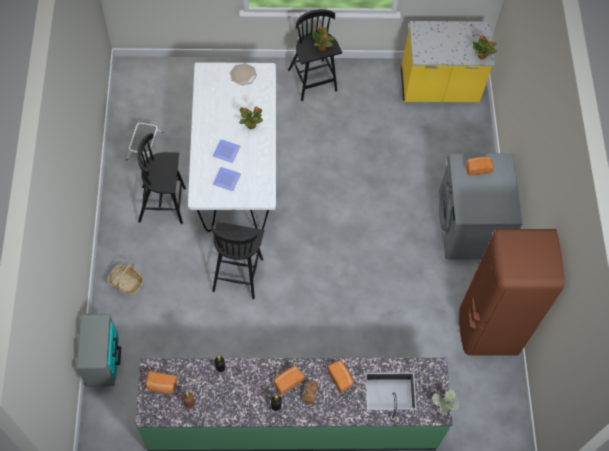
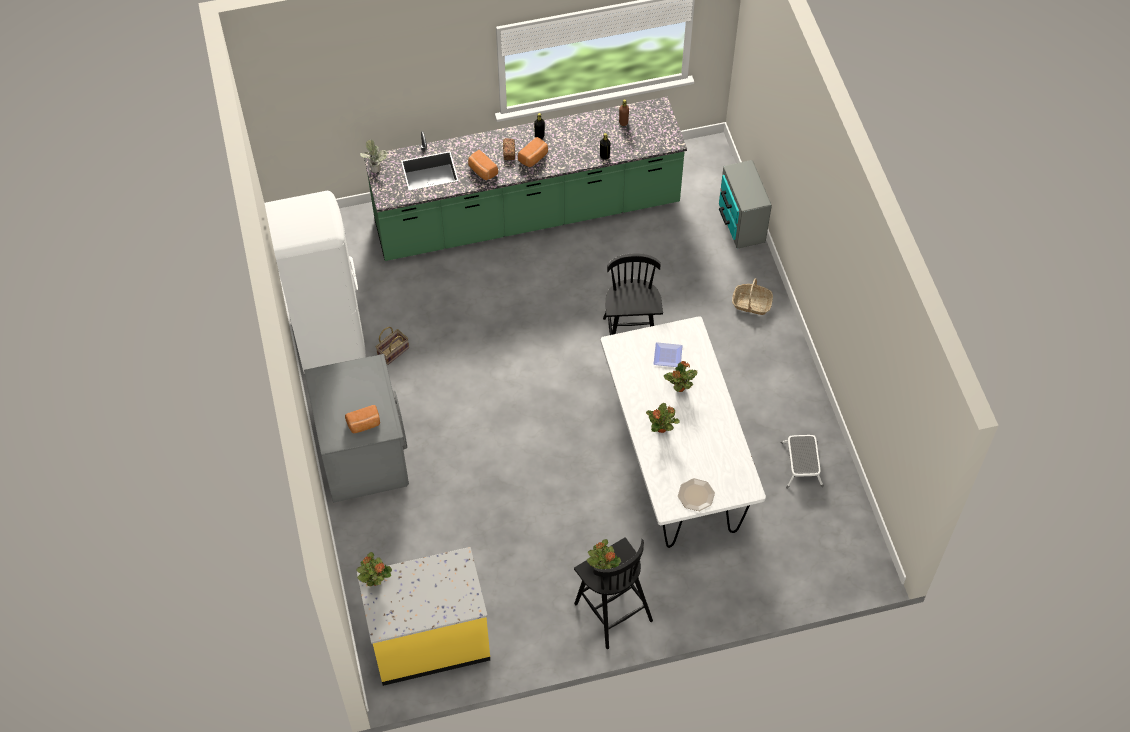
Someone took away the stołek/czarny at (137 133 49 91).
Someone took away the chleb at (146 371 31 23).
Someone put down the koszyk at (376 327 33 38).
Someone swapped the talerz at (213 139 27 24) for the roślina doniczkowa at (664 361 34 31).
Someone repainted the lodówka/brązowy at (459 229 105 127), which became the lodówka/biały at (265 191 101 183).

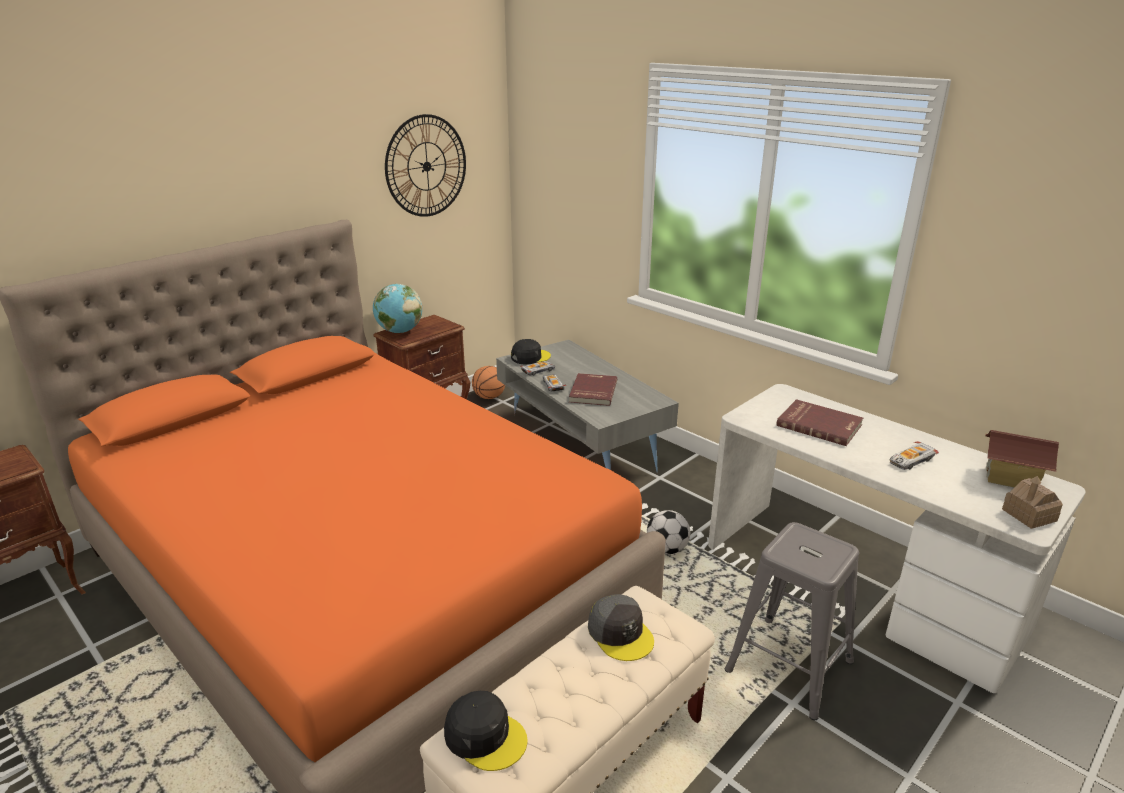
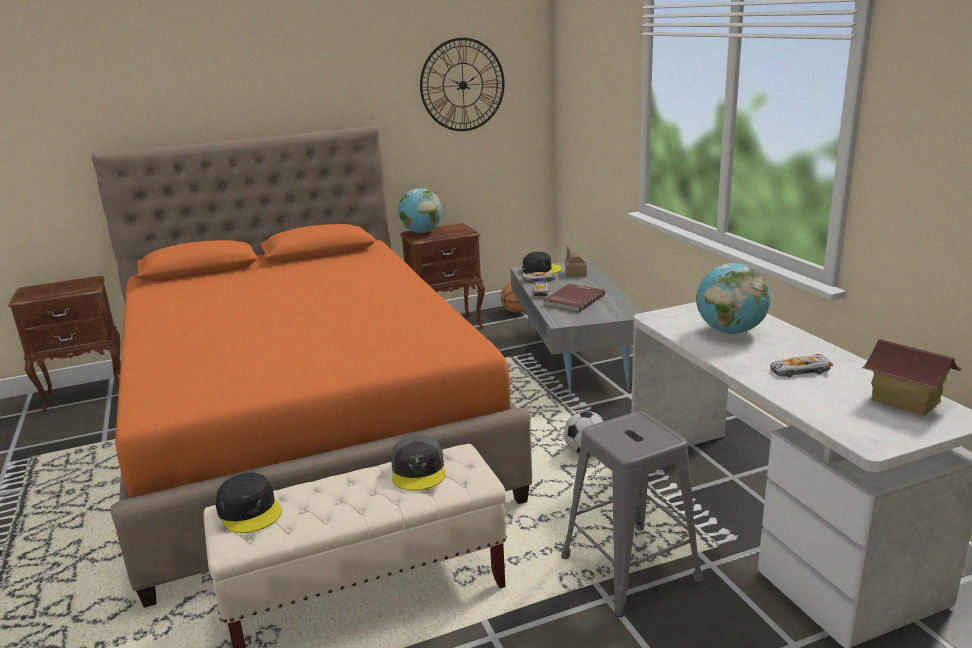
Someone carried the domek from (1002 476 61 53) to (565 246 22 31).
Someone swapped the książka/czerwony at (777 399 86 47) for the globus at (696 263 74 71).

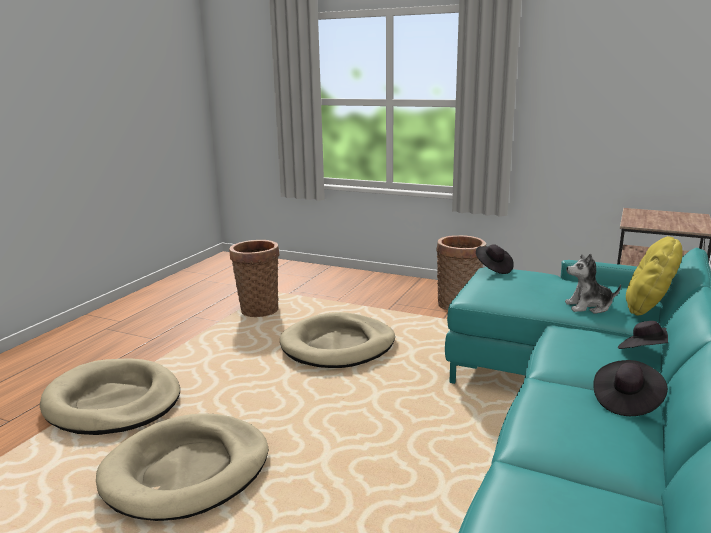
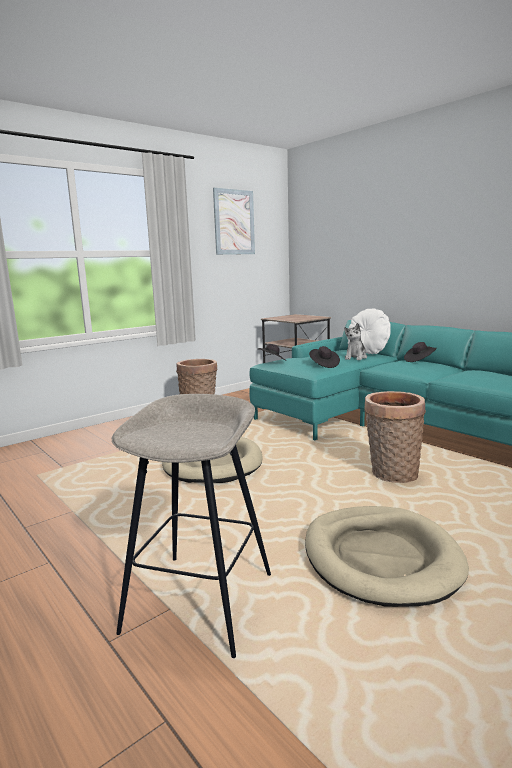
Someone put up the obraz at (213 188 42 67).
Someone carried the koszyk from (229 240 50 77) to (364 391 62 92).
Someone carried the kapelusz/czarny from (593 360 75 56) to (309 346 31 22).
Someone swapped the legowisko/beżowy at (40 358 140 77) for the stołek/szary at (112 394 159 264).
Someone repainted the poduszka/żółty at (626 236 57 80), which became the poduszka/biały at (348 308 43 46).

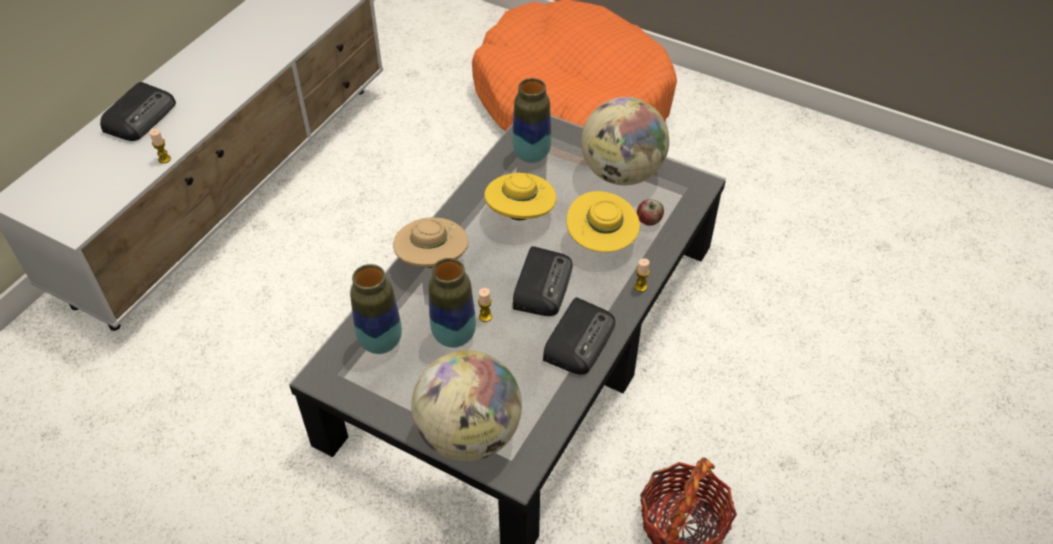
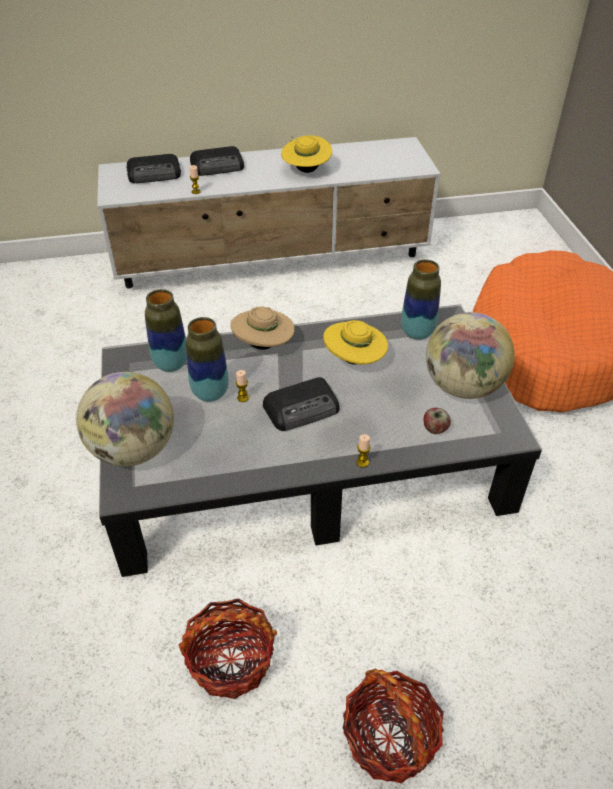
Someone put down the koszyk at (342 668 102 115).
Someone carried the radio from (543 297 72 78) to (127 154 54 29).
Someone carried the kapelusz/żółty from (566 191 74 61) to (281 135 51 38).

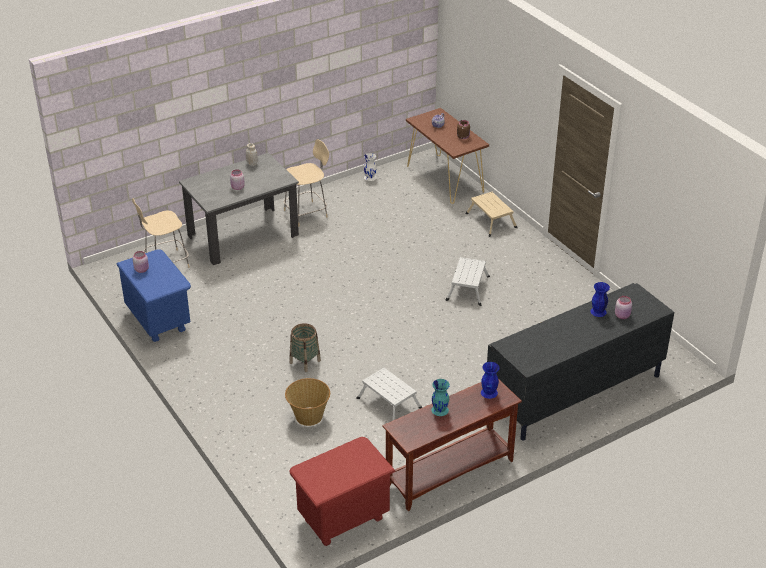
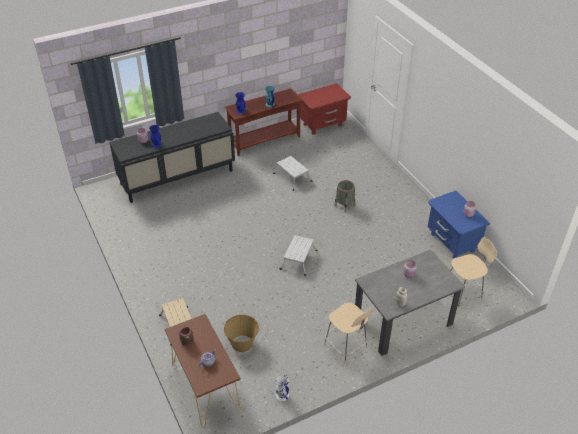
Someone carried the koszyk from (285 378 45 48) to (224 315 35 37).
Someone carried the drabinka/biały from (446 257 44 49) to (280 235 38 41).
Someone rotated the krzesło/beżowy at (284 139 45 87) by 105 degrees counterclockwise.

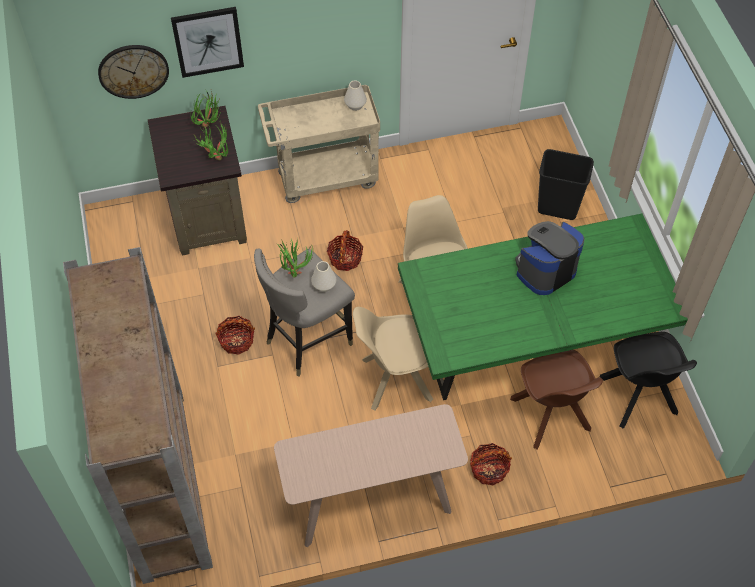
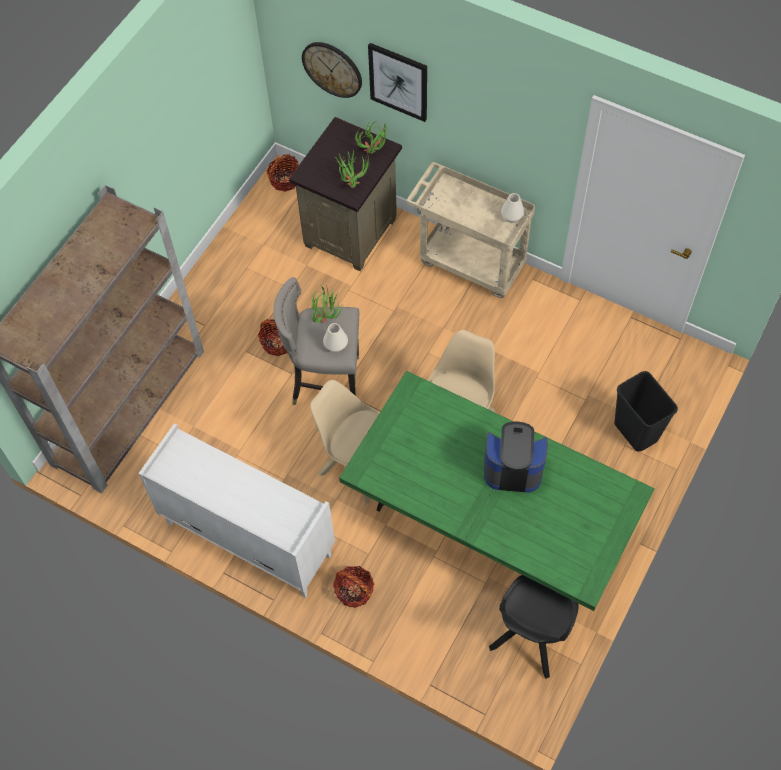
Someone took away the krzesło/brązowy at (510 350 93 99).
Someone carried the koszyk from (327 230 36 41) to (266 154 33 38).
Someone swapped the stolik konsolowy/beżowy at (274 404 194 143) for the komoda/biały at (138 423 197 175).

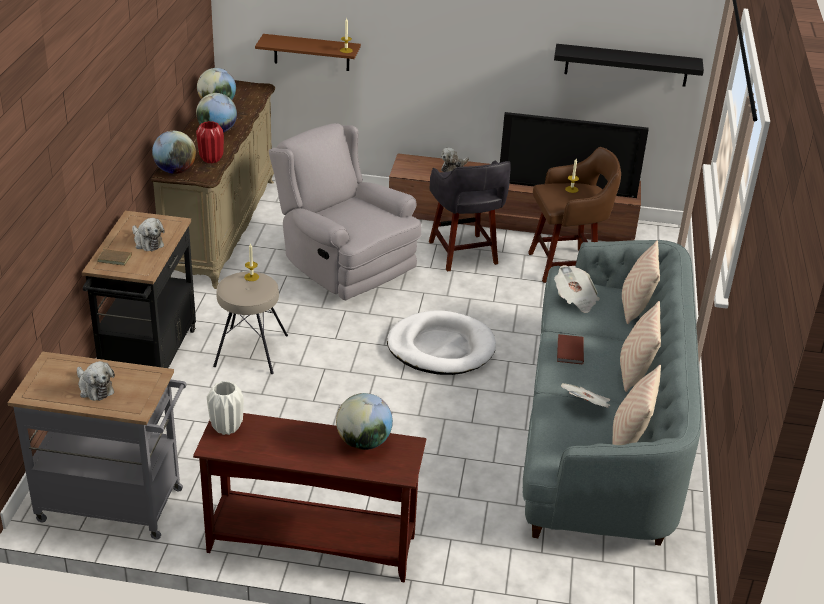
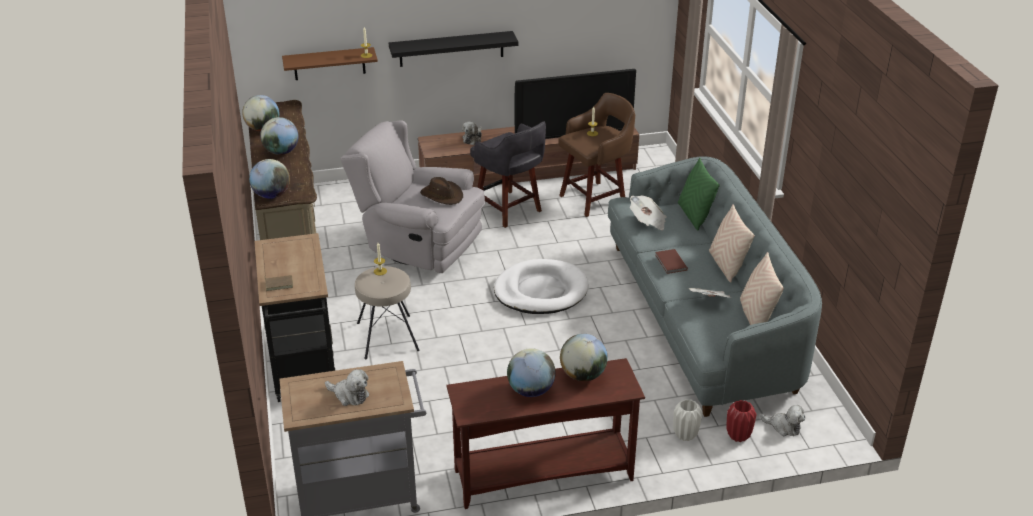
Someone put down the kapelusz/brązowy at (420 177 43 28).
Someone put down the globus at (507 348 49 49).
Someone carried the pluszak from (132 218 33 33) to (760 405 45 31).
Someone carried the wazon/czerwony from (196 121 28 42) to (726 400 31 42).
Someone carried the wazon/biały from (207 381 37 54) to (673 399 30 42).
Someone carried the półka/czarny from (554 44 150 43) to (389 31 129 36).
Someone repainted the poduszka/beżowy at (622 240 38 84), which became the poduszka/zielony at (678 158 42 72).

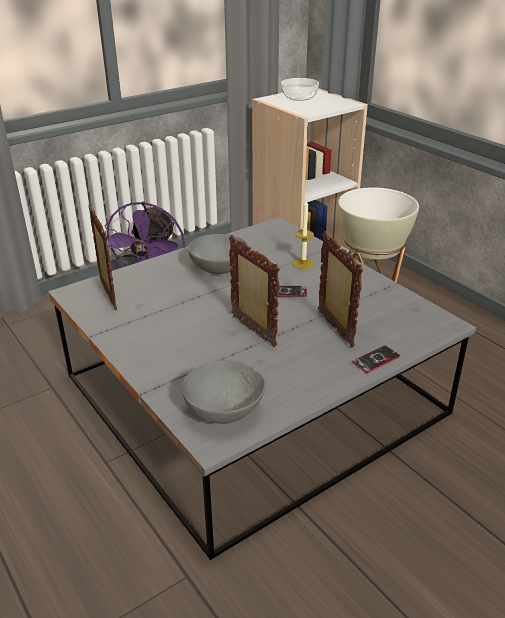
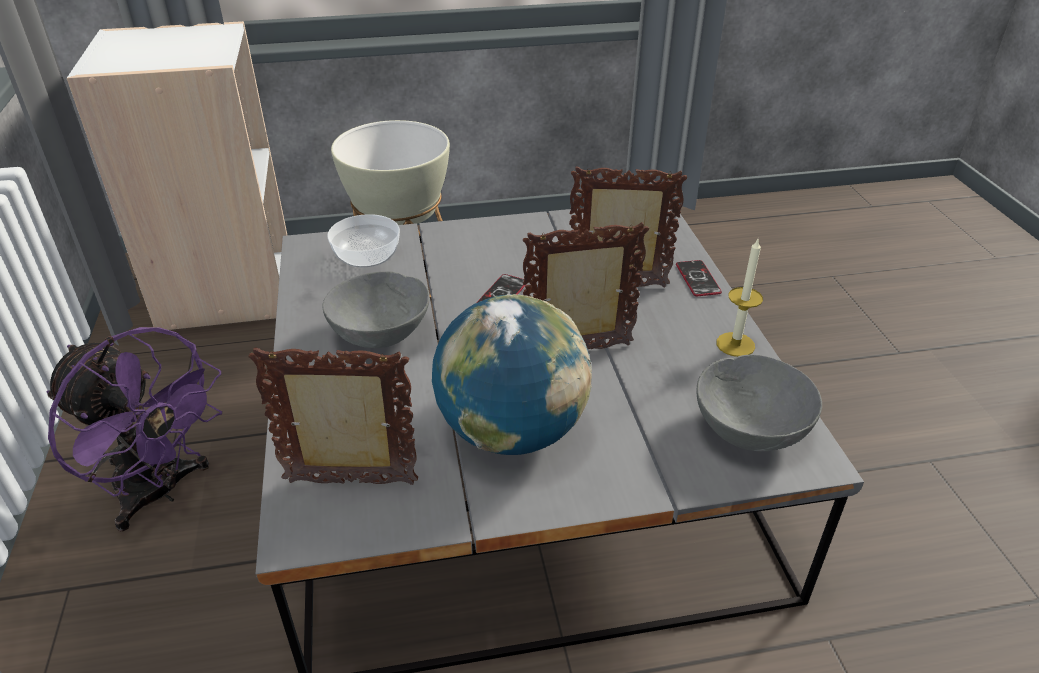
Someone put down the globus at (432 294 160 161).
Someone carried the miska from (281 78 38 23) to (328 214 72 53).
Someone carried the świeca from (293 200 21 69) to (716 239 47 118).

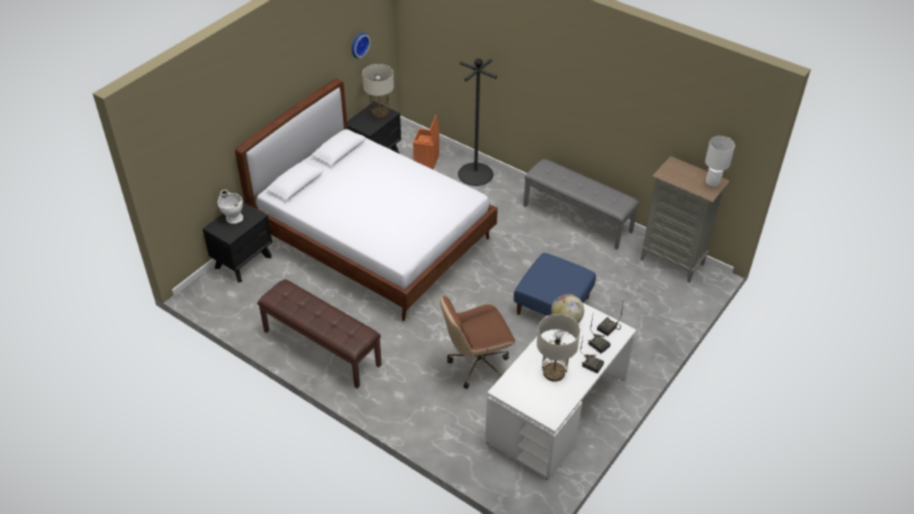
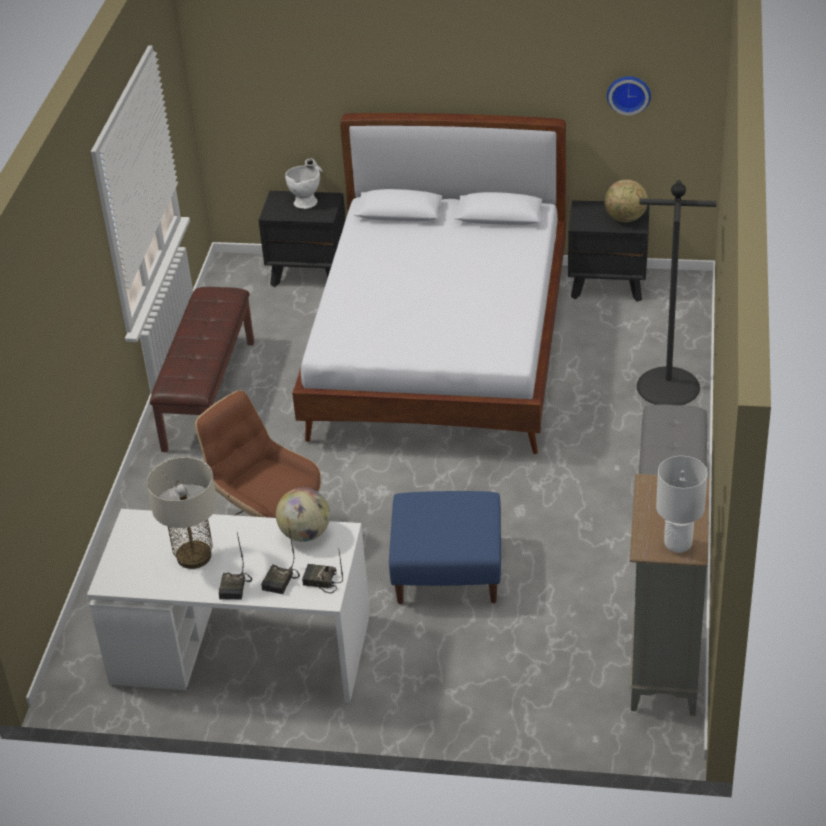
Someone took away the pojemnik do przechowywania/pomarańczowy at (413 114 26 55).
Someone swapped the lampa stołowa at (362 64 32 55) for the globus at (605 179 43 43).

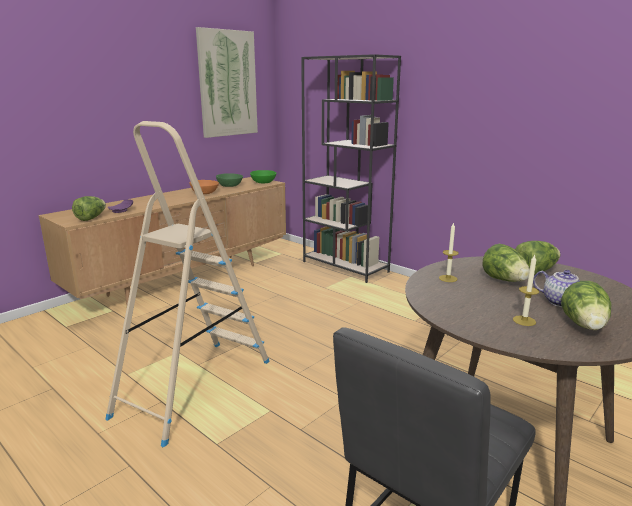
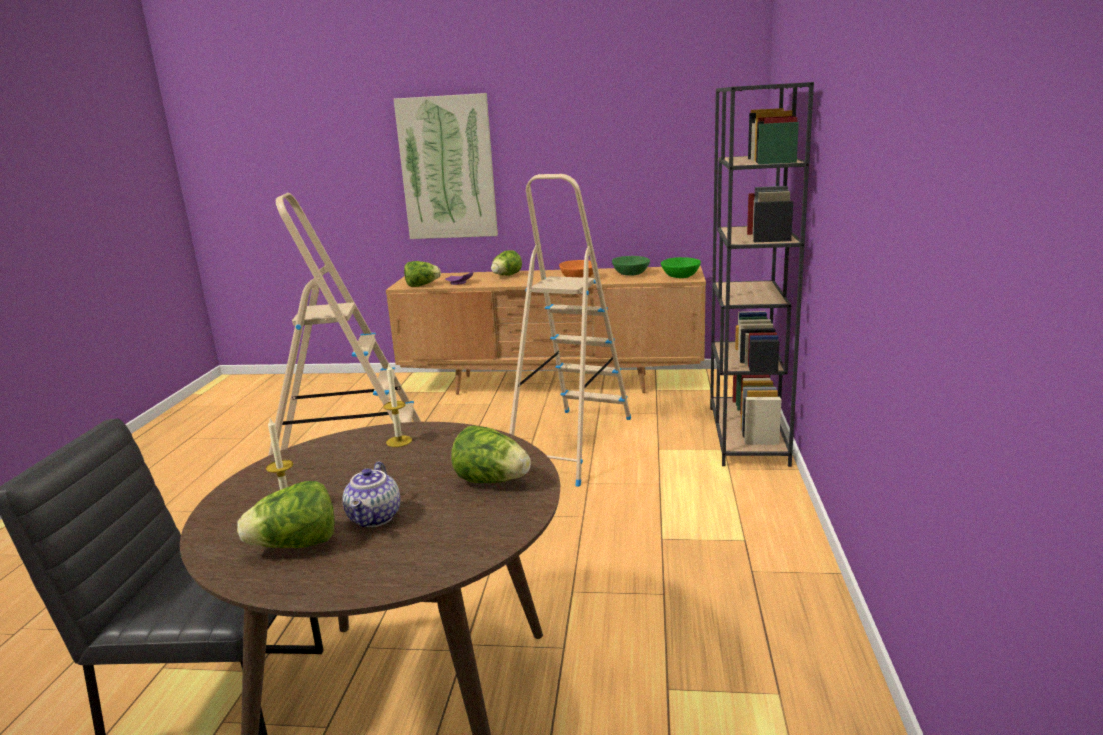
Someone put down the drabinka/beżowy at (509 174 122 313).
Someone carried the obraz from (196 27 62 111) to (394 93 104 146).
Someone carried the sałata from (483 244 47 38) to (491 250 31 25).

